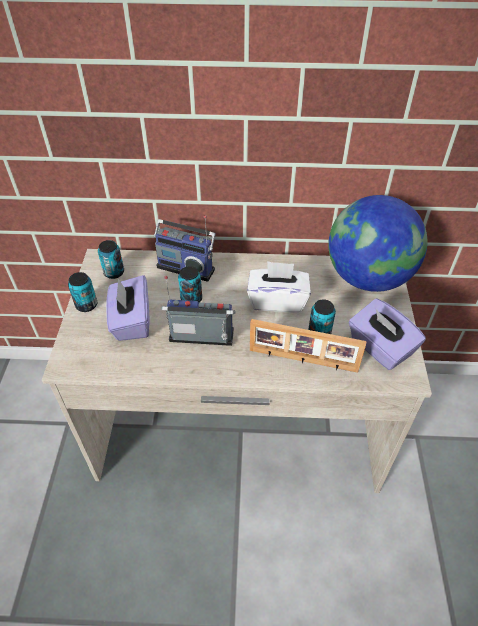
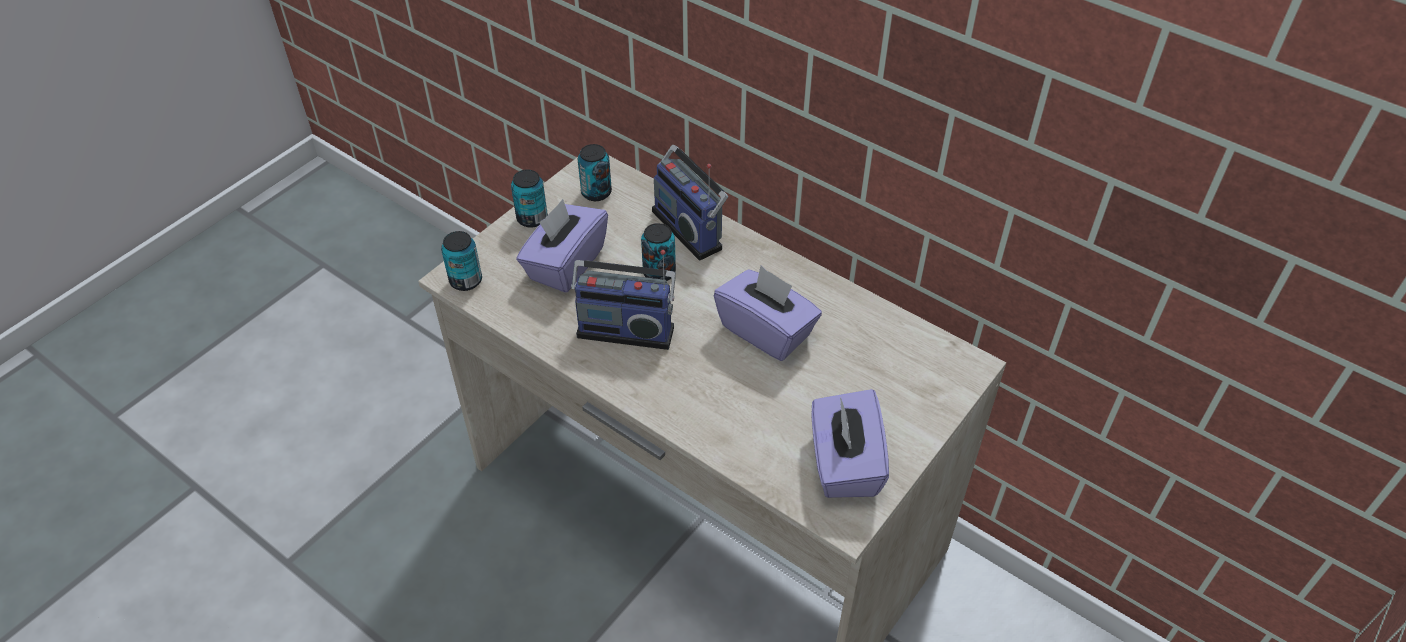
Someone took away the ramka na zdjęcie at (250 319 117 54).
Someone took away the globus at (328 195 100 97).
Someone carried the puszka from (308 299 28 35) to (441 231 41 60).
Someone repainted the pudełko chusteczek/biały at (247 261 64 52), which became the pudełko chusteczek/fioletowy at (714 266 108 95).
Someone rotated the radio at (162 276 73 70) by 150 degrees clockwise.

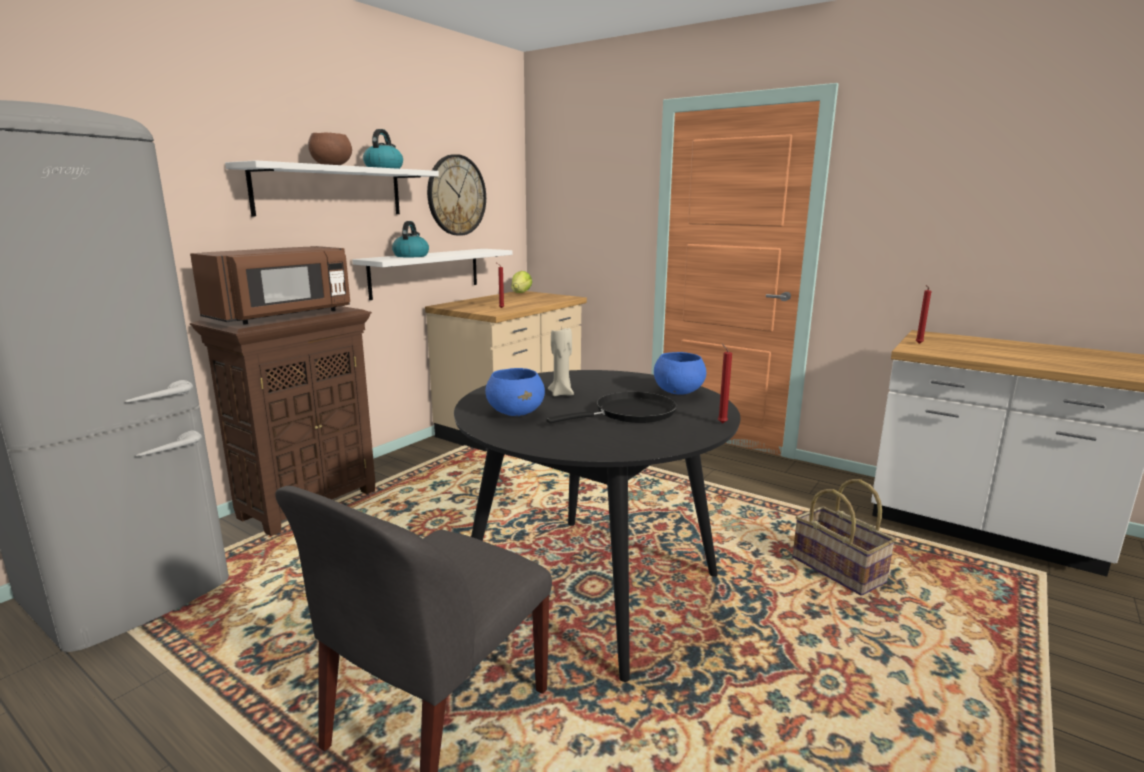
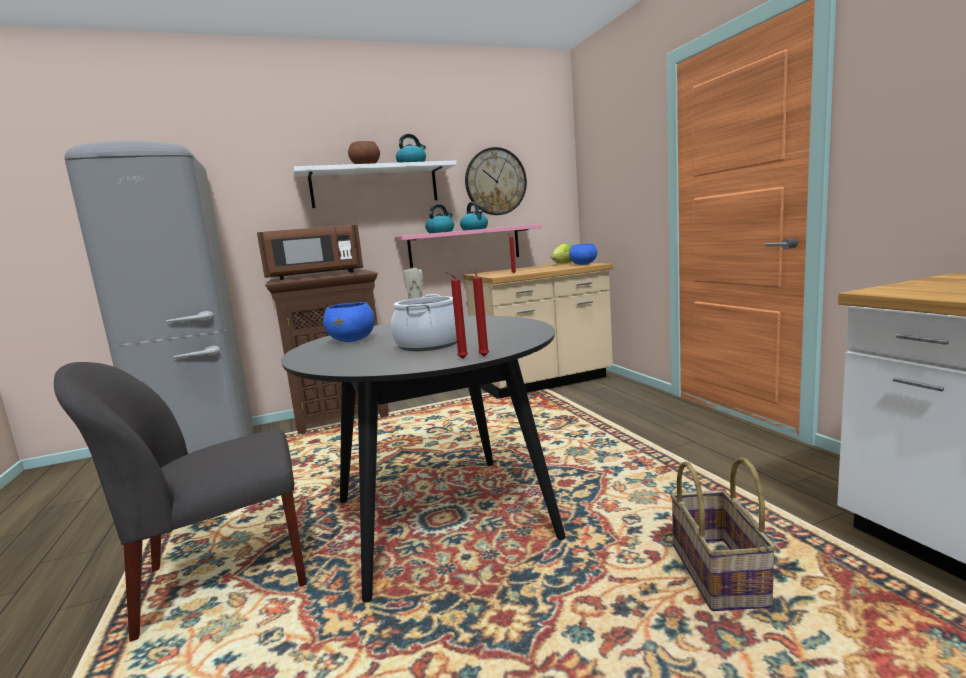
Someone put down the czajnik at (460 202 28 29).
Someone carried the miska/niebieski from (654 352 52 43) to (569 244 28 21).
Someone carried the świeca/czerwony from (916 285 15 59) to (446 272 22 87).
Someone swapped the patelnia/czarny at (546 392 131 31) for the garnek at (391 294 66 57).
Someone repainted the półka/biały at (352 249 160 51), which became the półka/różowy at (395 224 147 44).

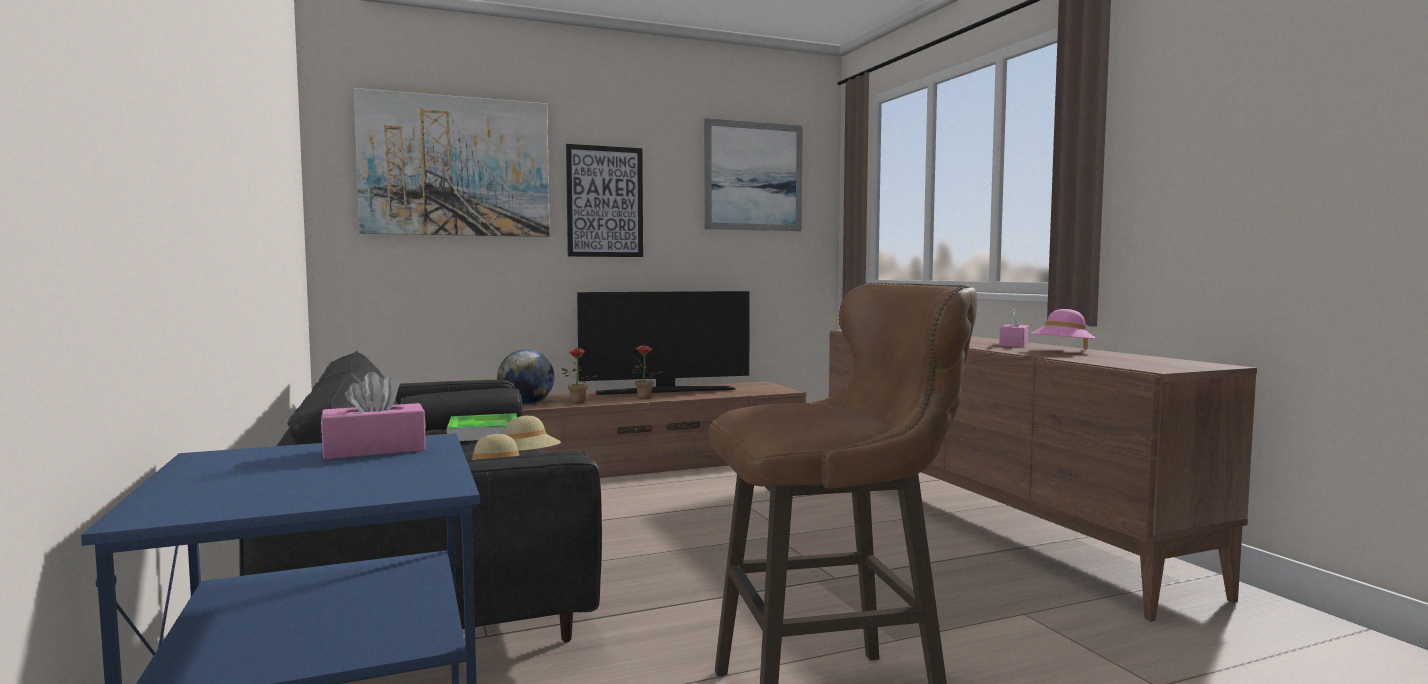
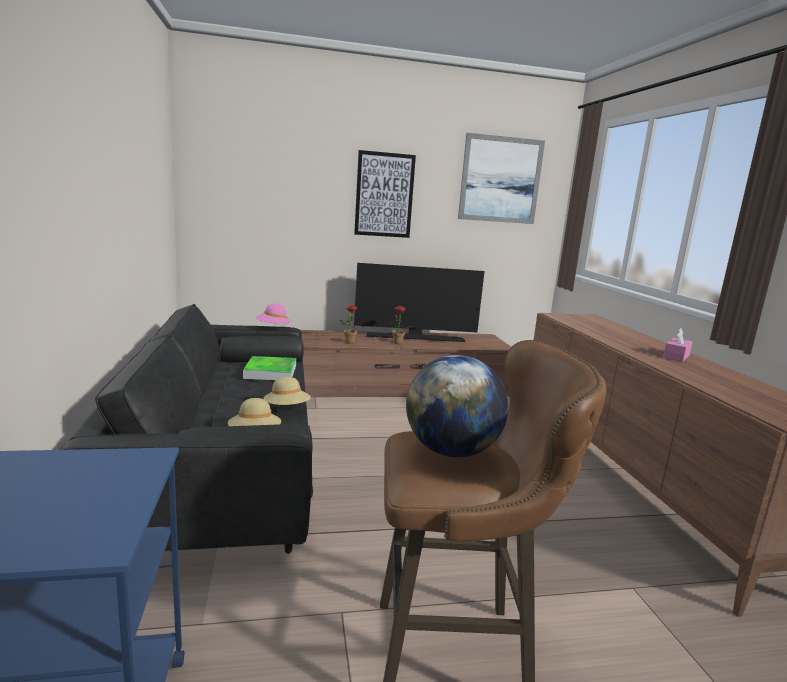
Someone took away the pudełko chusteczek/różowy at (321 371 105 88).
Someone took away the obraz at (354 88 196 149).
Someone carried the globus from (497 349 57 56) to (406 355 102 102).
Someone carried the kapelusz/różowy from (1030 309 67 41) to (256 304 35 20).

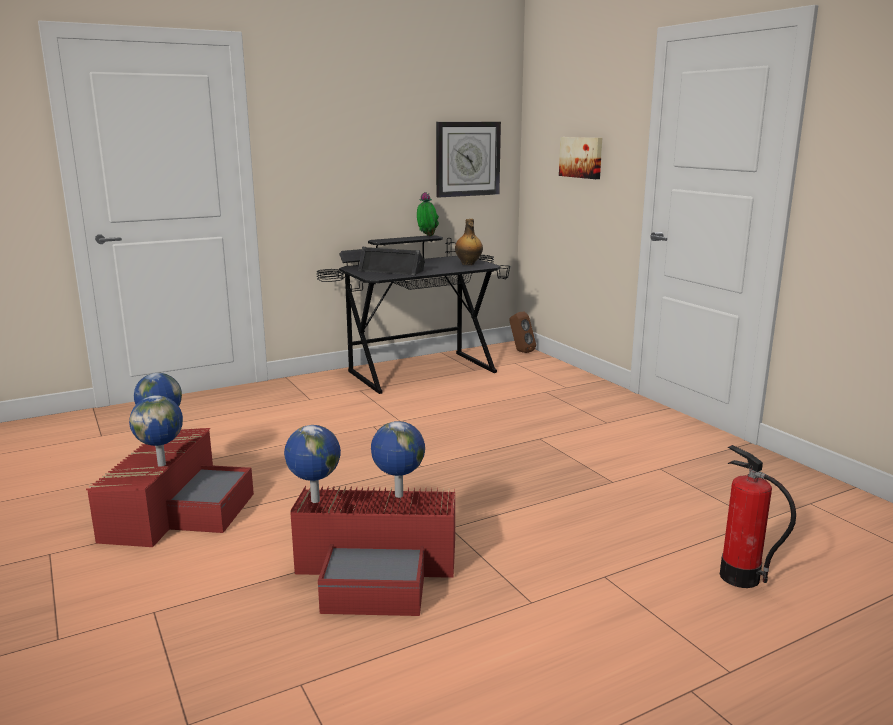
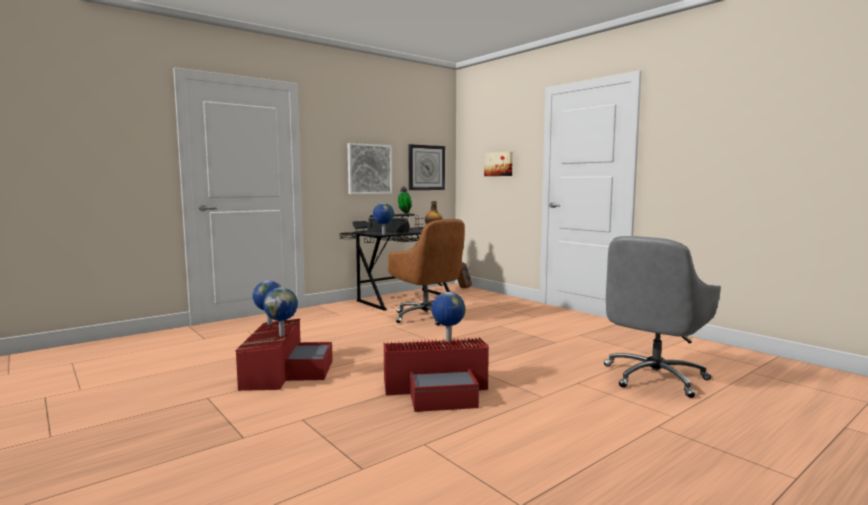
Someone put up the obraz at (348 143 44 51).
Someone put down the krzesło biurowe/brązowy at (387 219 78 106).
Someone carried the globus from (284 425 57 78) to (373 203 21 32).
Someone swapped the gaśnica at (720 445 76 143) for the krzesło biurowe/szary at (604 236 117 162).

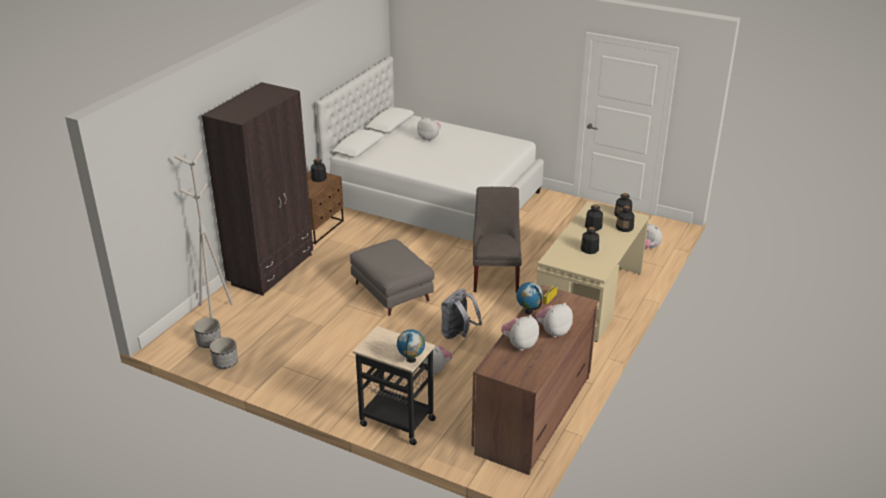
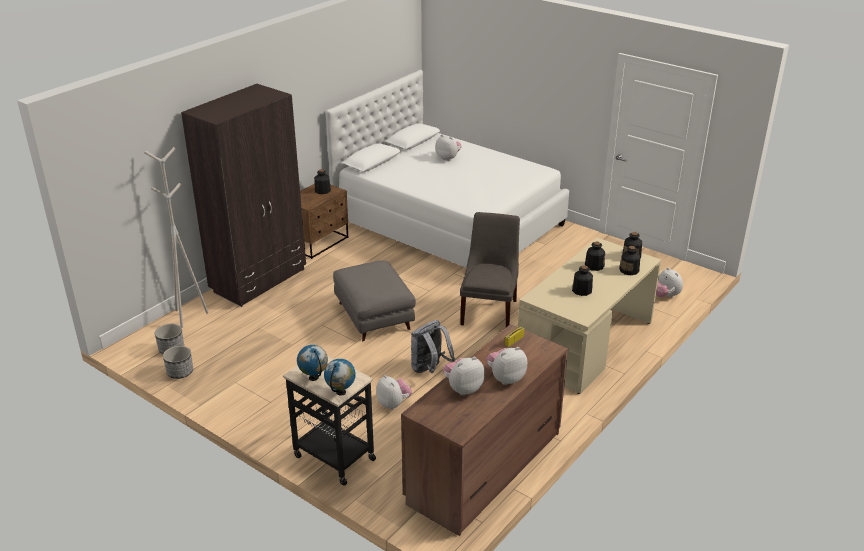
Someone carried the globus from (516 282 27 32) to (297 345 31 36).

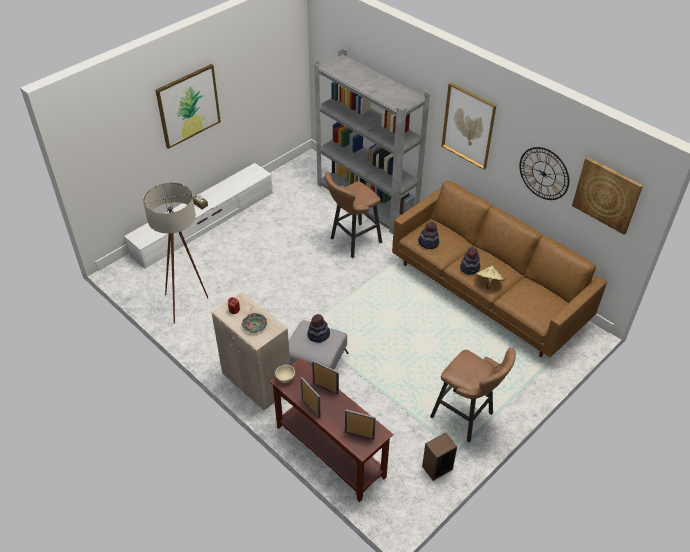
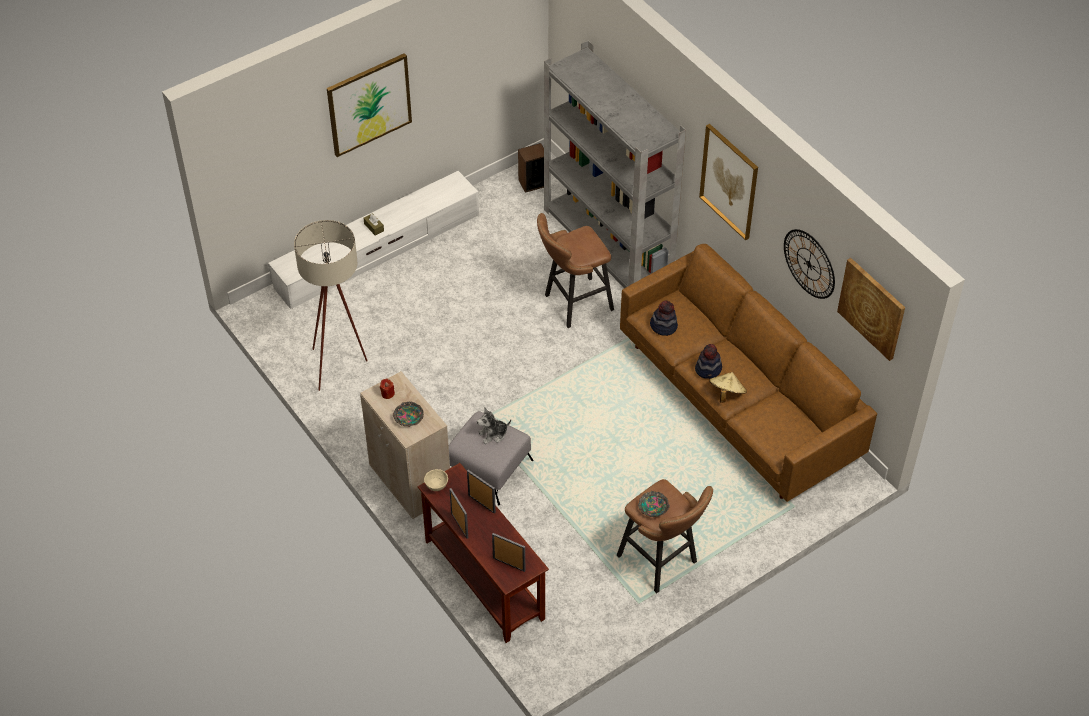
Someone put down the miska at (638 491 32 26).
Someone carried the głośnik from (422 432 35 49) to (518 143 26 50).
Someone swapped the kapelusz at (307 314 23 29) for the pluszak at (477 408 34 36).

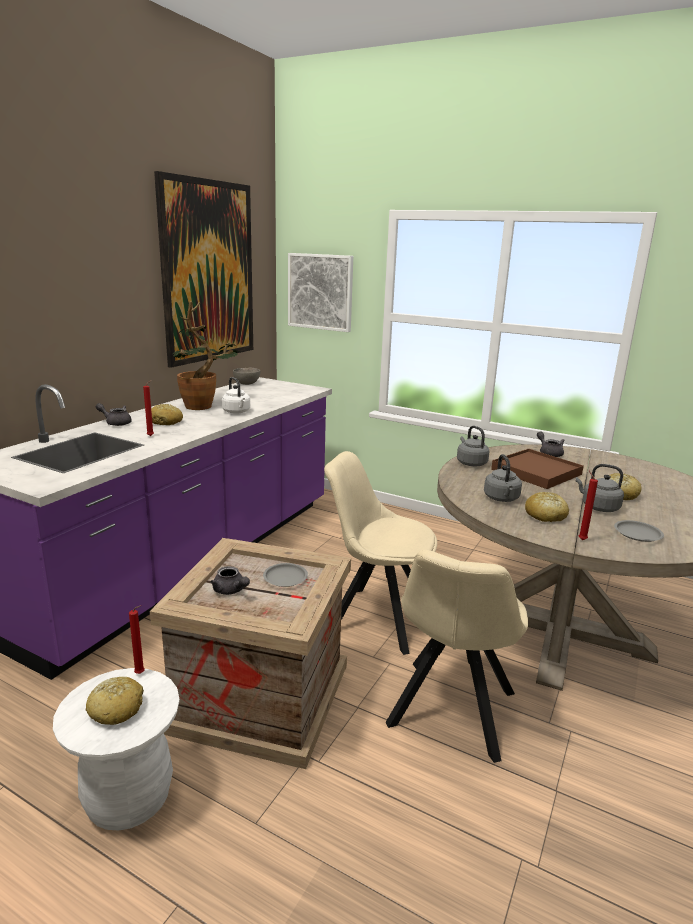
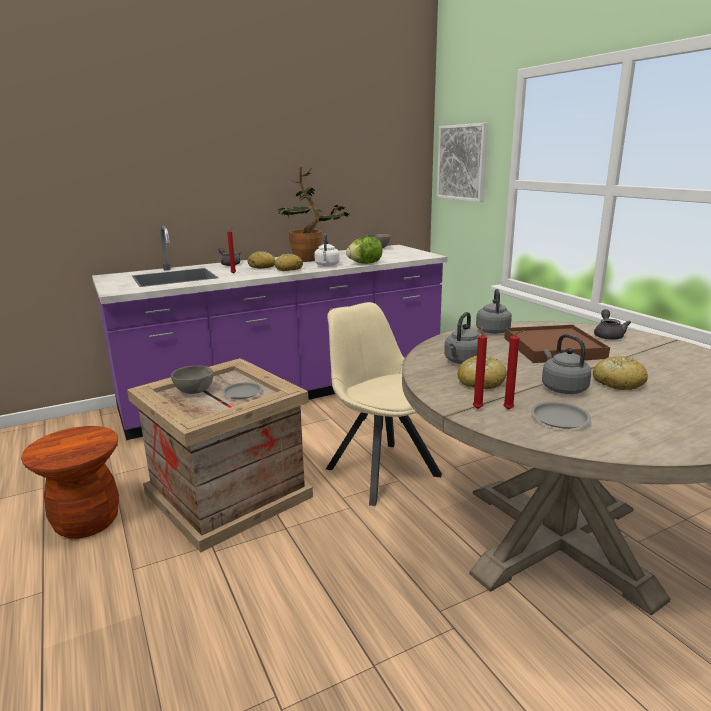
Someone took away the obraz at (154 171 99 197).
Someone took away the krzesło/beżowy at (385 550 143 213).
Someone put down the sałata at (346 237 36 27).
Someone carried the chleb from (85 677 59 48) to (275 254 28 17).
Someone carried the świeca/czerwony from (129 605 16 69) to (503 330 22 80).
Someone swapped the imbryk/szary at (210 566 40 29) for the miska/szary at (171 366 42 28).
Someone repainted the stołek/biały at (53 668 127 163), which became the stołek/brązowy at (21 426 98 113).

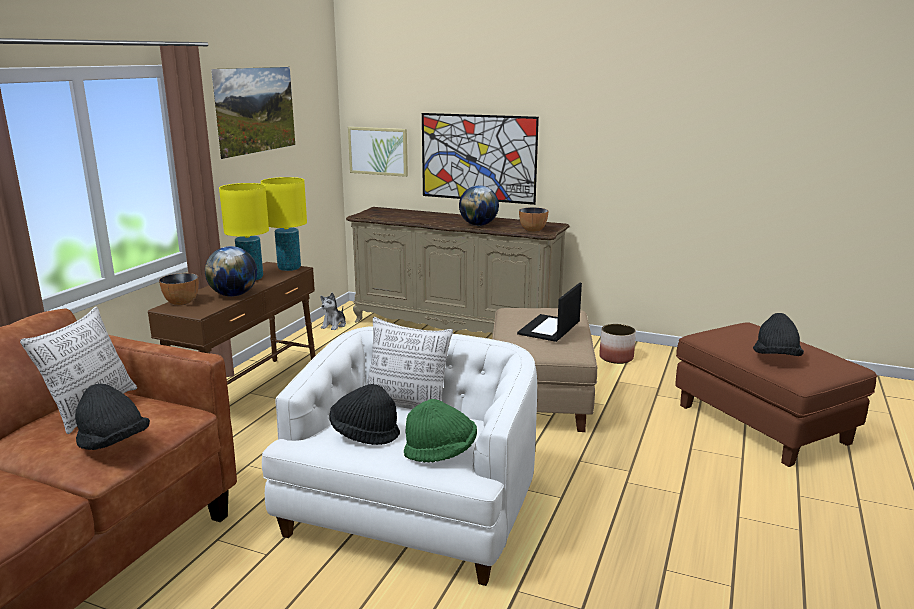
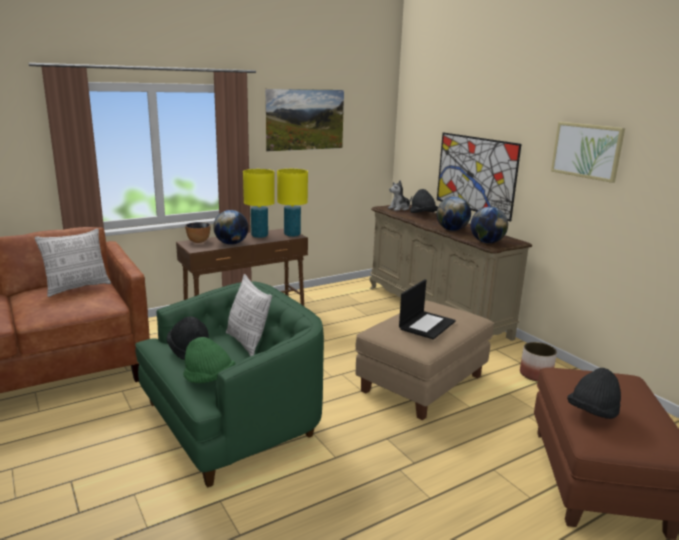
Someone carried the kapelusz/czarny from (75 384 75 66) to (410 189 28 24).
Someone carried the pluszak from (320 293 26 38) to (388 180 24 31).
Someone carried the obraz from (348 127 60 50) to (551 122 74 61).
Someone swapped the miska at (519 207 29 25) for the globus at (470 207 38 36).
Someone repainted the fotel/biały at (262 326 275 260), which became the fotel/zielony at (135 281 189 207).
Someone rotated the laptop at (517 283 65 59) by 150 degrees clockwise.

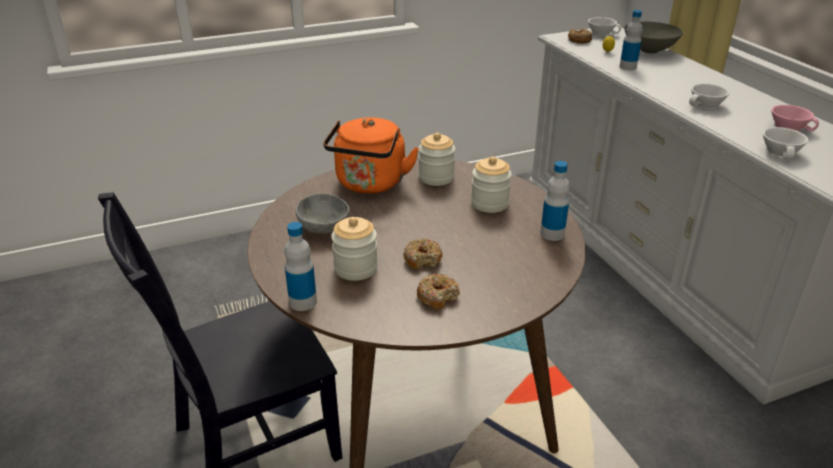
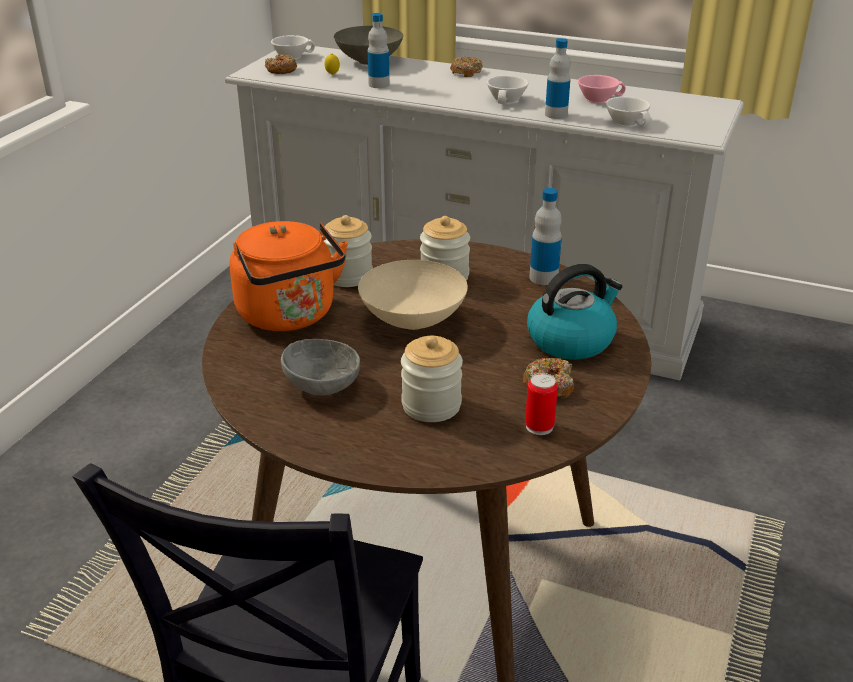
Someone put down the miska/beżowy at (358 260 110 70).
Someone put down the puszka at (525 373 33 62).
Someone put down the czajnik at (527 264 96 96).
Someone carried the butelka from (284 222 33 89) to (545 38 26 81).
Someone carried the donut from (404 239 39 30) to (450 57 33 20).

